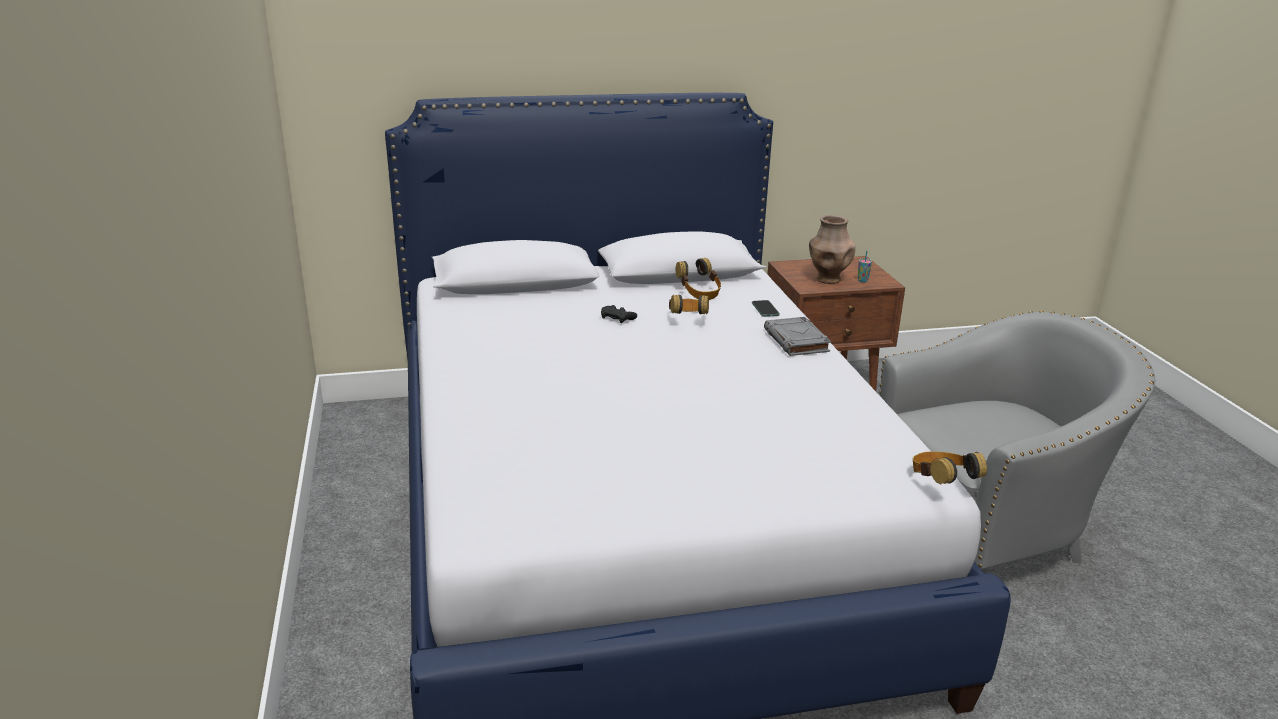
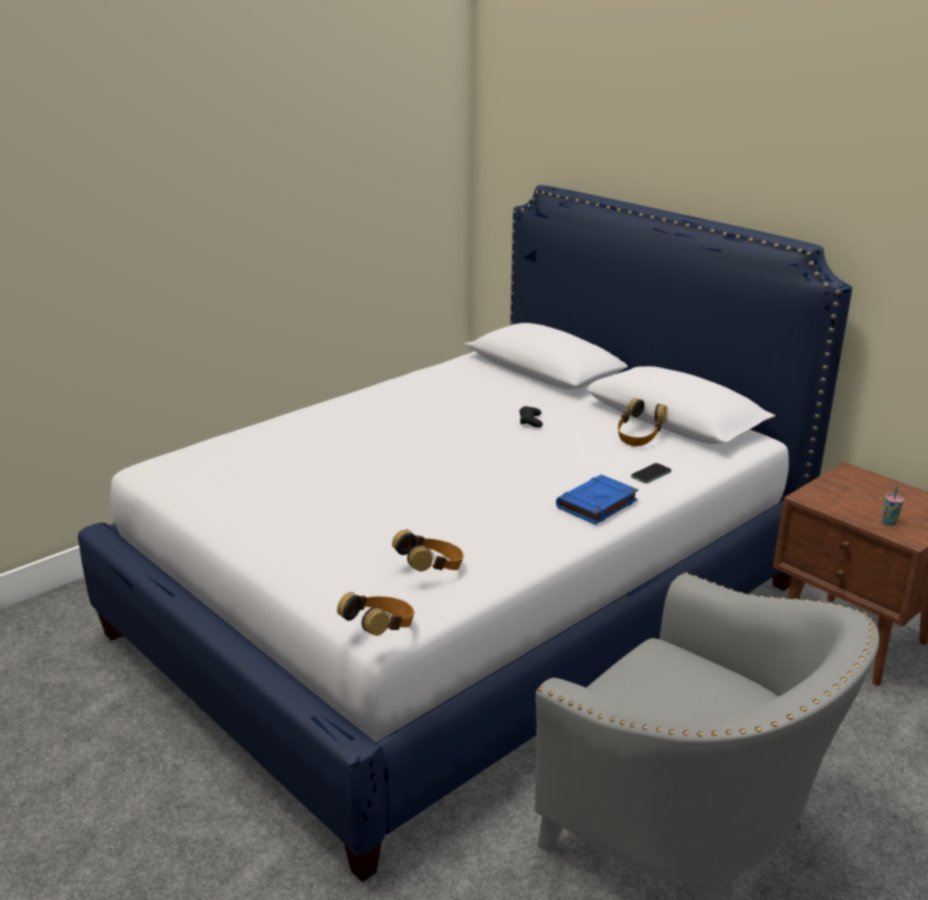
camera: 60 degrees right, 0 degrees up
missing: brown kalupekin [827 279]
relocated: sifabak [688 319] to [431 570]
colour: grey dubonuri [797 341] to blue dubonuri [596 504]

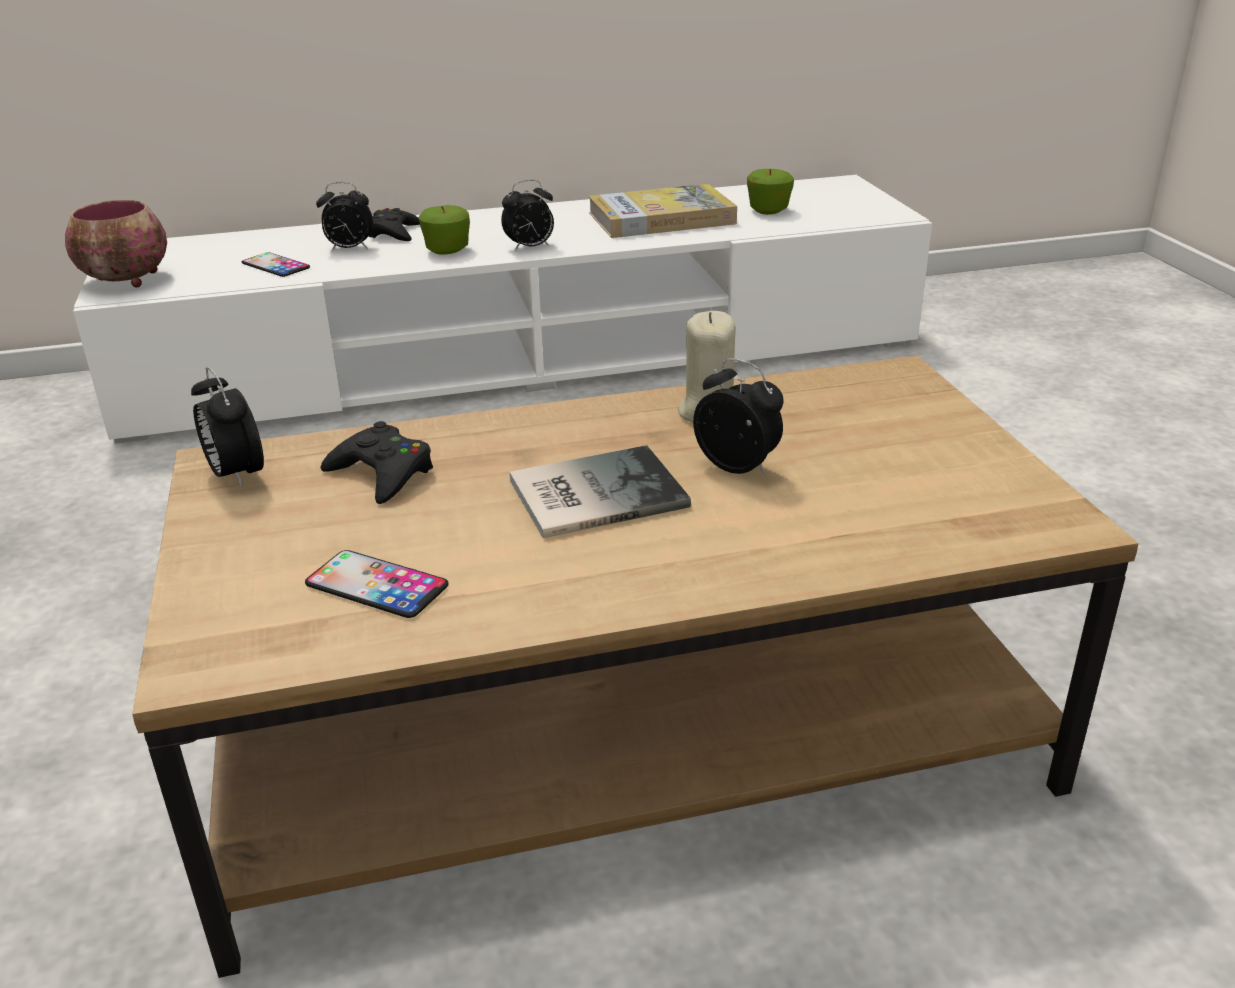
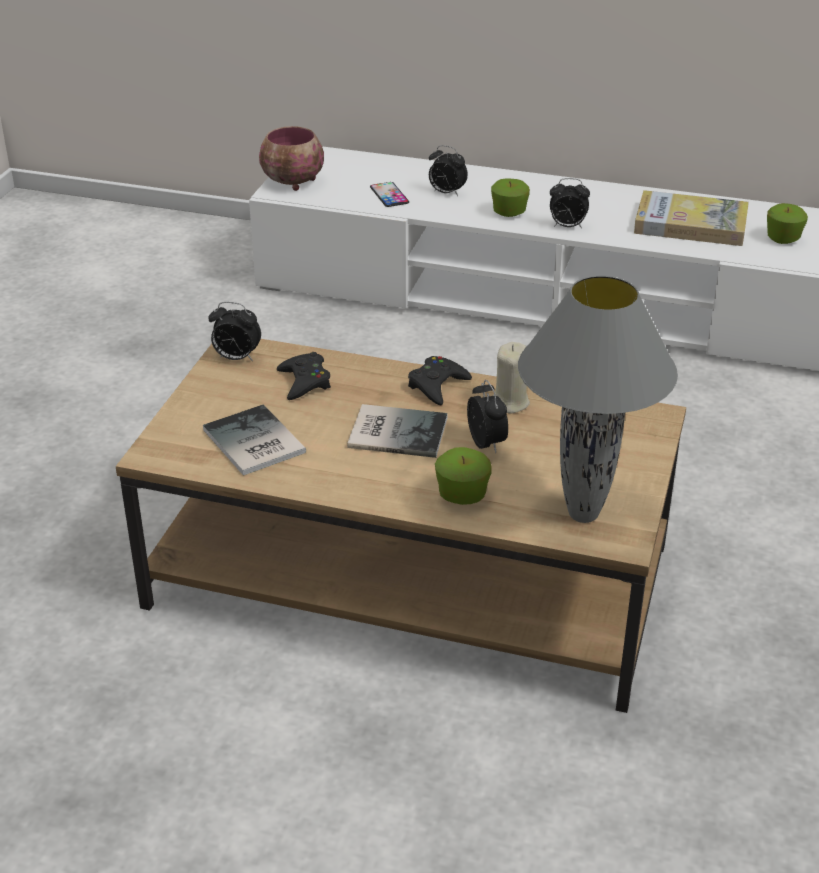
camera: 30 degrees right, 5 degrees up
appeared: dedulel [462 496]; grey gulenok [581 514]
relocated: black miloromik [394 232] to [437 385]
exchanged: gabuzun [377 585] to dubonuri [252 443]
spun: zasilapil [236 475] = [236 358] 75 degrees counterclockwise

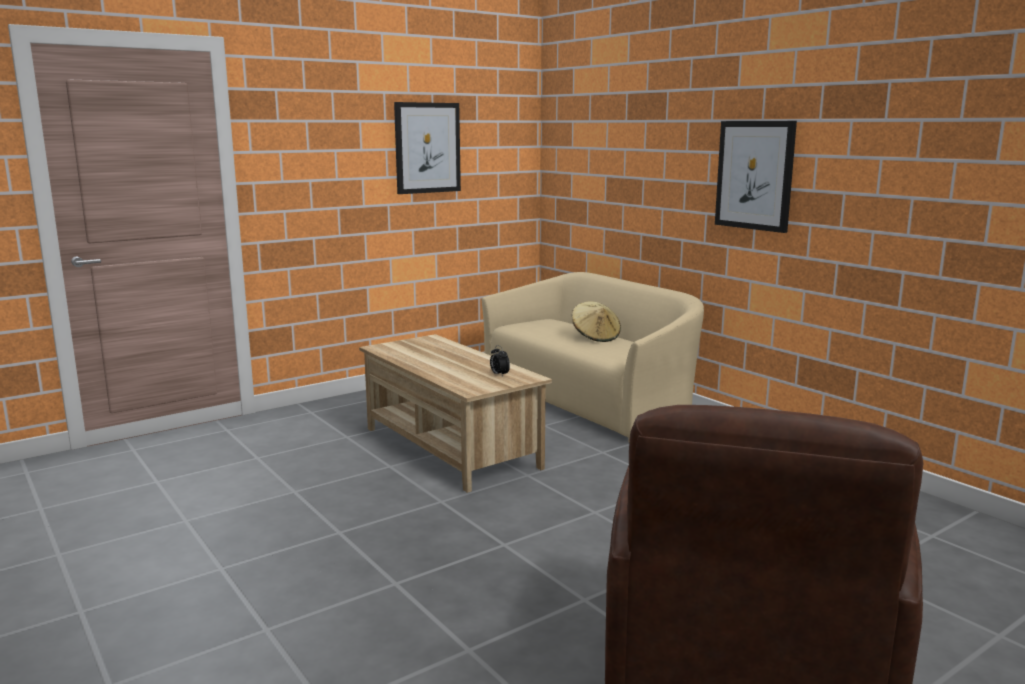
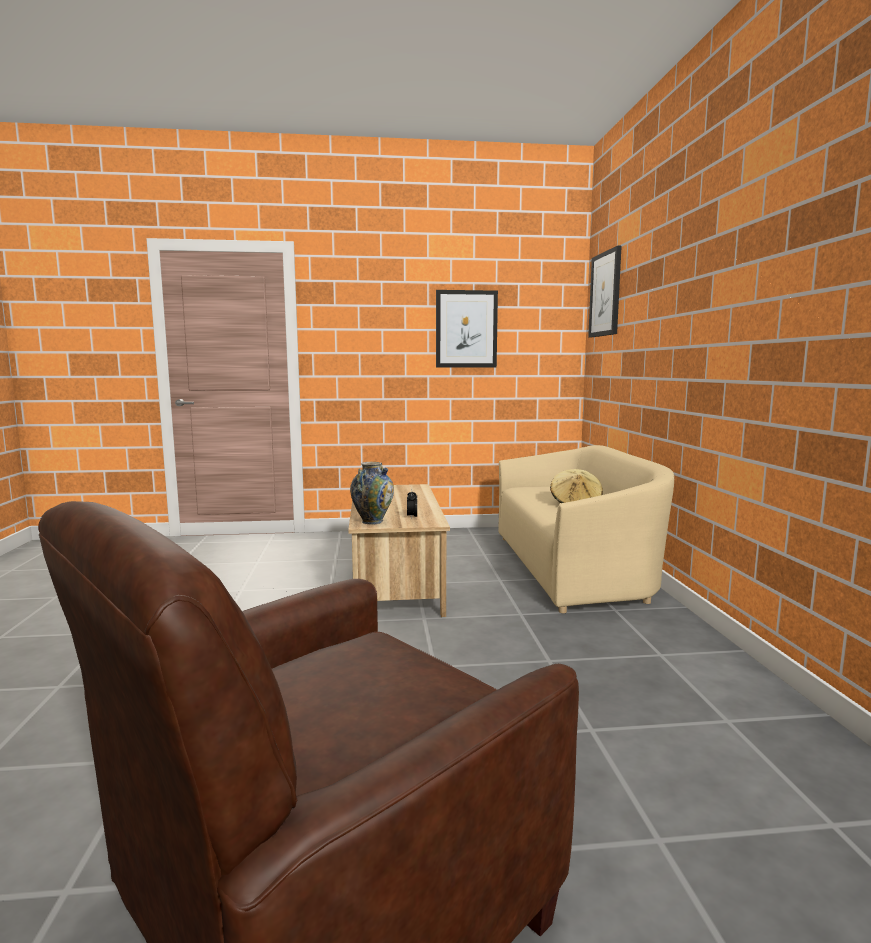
camera: 30 degrees right, 5 degrees down
appeared: kalupekin [372 521]
relocated: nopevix [755 175] to [605 294]

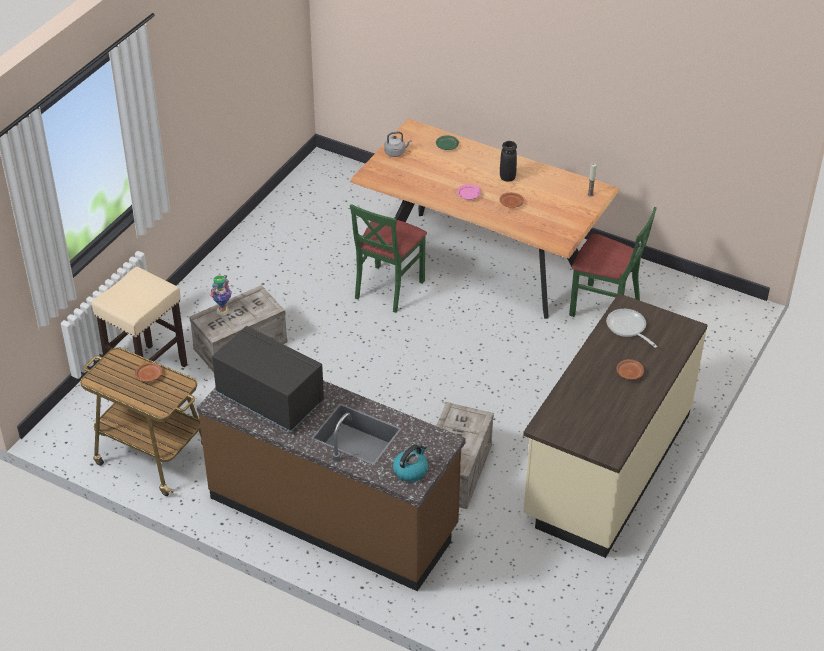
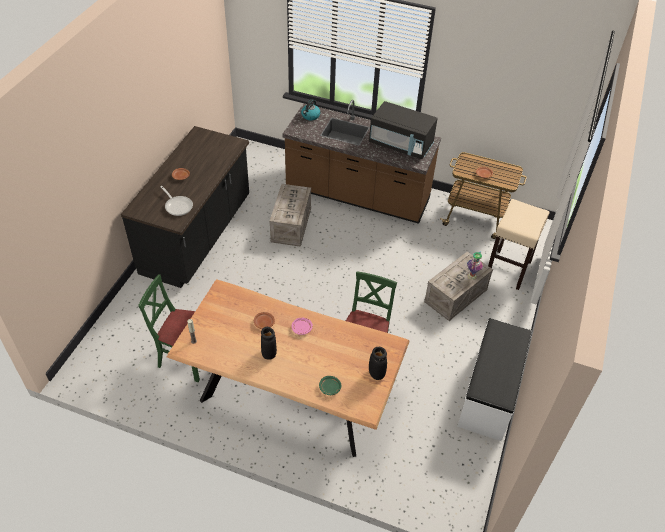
camera: 170 degrees right, 5 degrees up
appeared: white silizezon [490 393]
exchanged: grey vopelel [396 152] to black kalupekin [376 373]
colour: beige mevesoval [606 466] to black mevesoval [197 235]

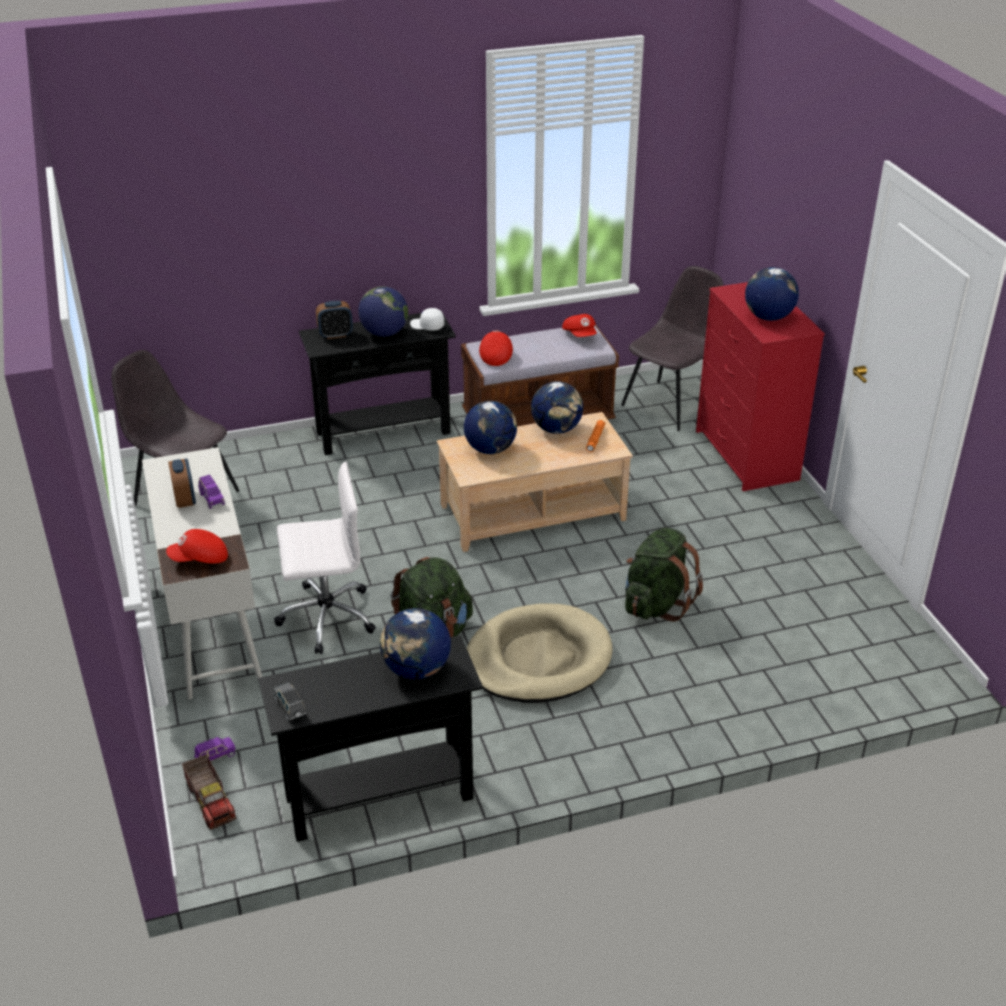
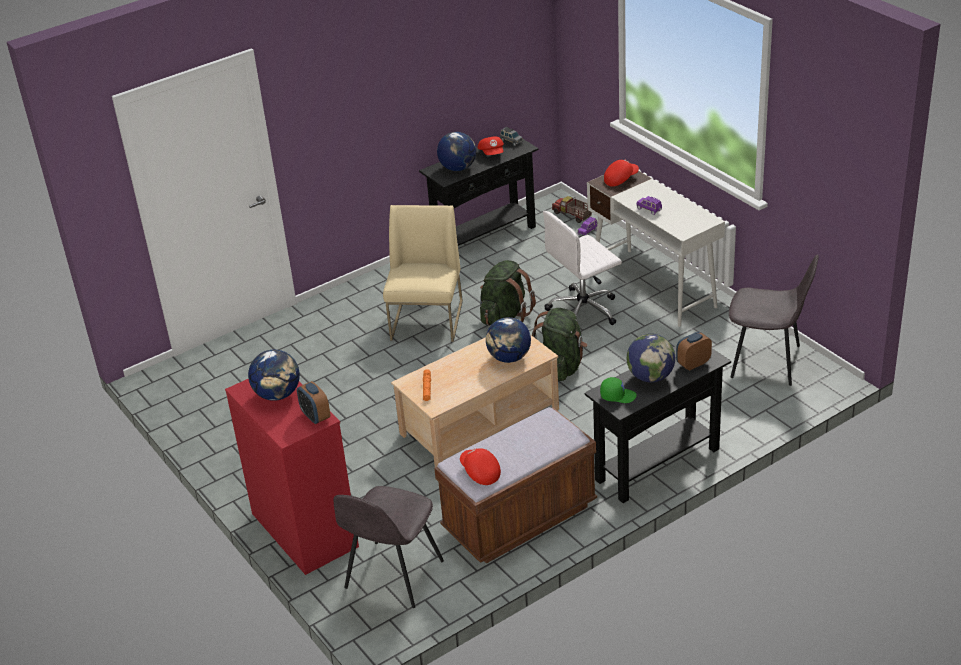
camera: 165 degrees right, 0 degrees up
missing: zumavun [556 429]
relocated: zasilapil [185 500] to [315 416]; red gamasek [495 355] to [492 153]; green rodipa [656 604] to [561 367]
exchanged: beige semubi [538 659] to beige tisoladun [427 321]
colour: white gamasek [427 326] to green gamasek [618 395]

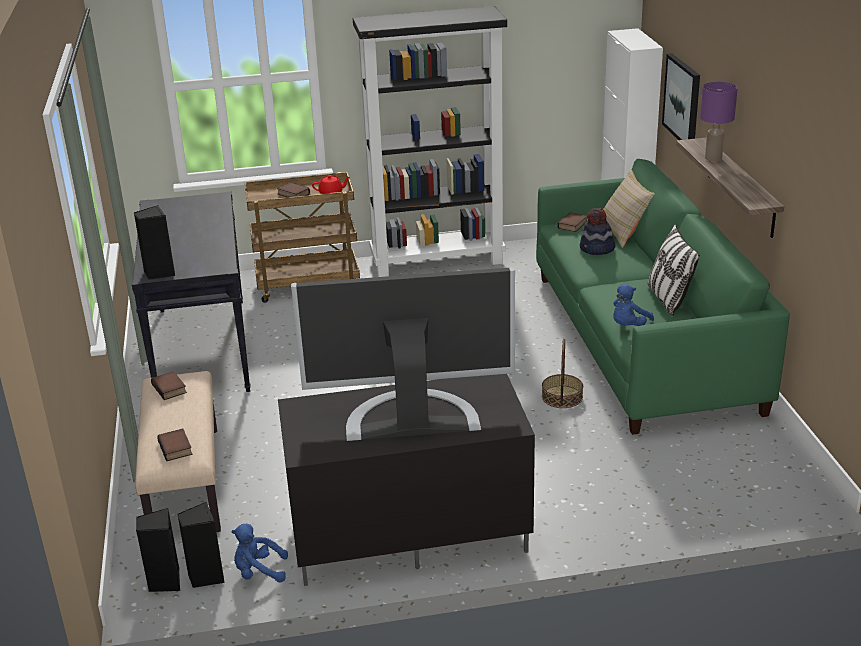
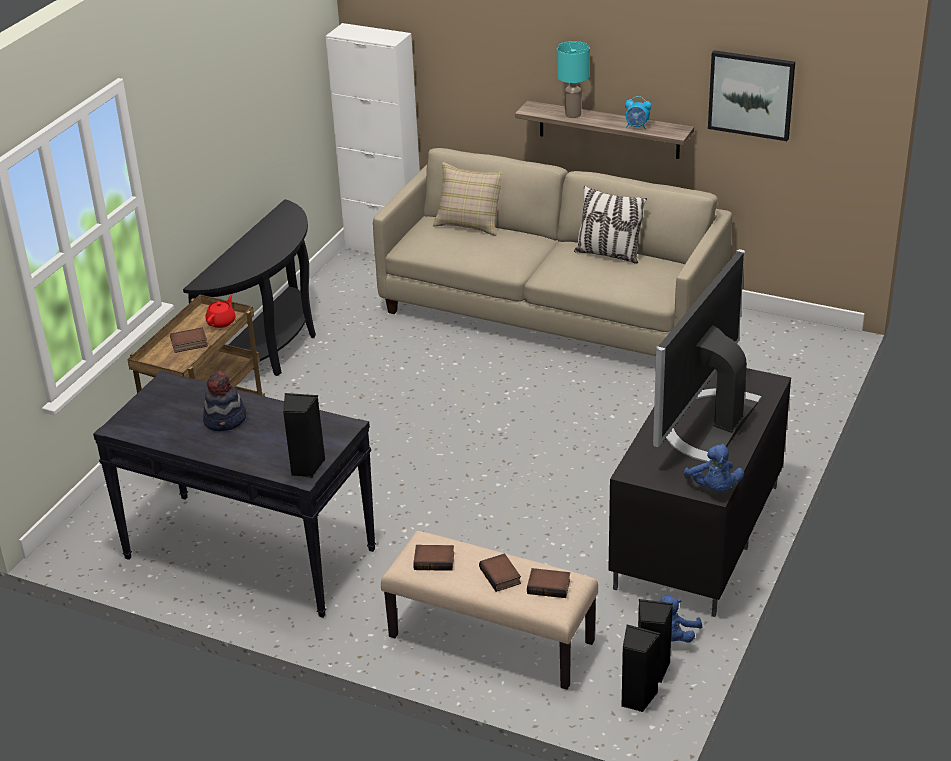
camera: 55 degrees left, 5 degrees up
missing: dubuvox [562 397]
appeared: zasilapil [637 127]
relocated: dubonuri [573 225] to [501 576]; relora [597 249] to [225 420]; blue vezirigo [628 326] to [714 488]; nopevix [683 100] to [751 94]
exchanged: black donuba [438 261] to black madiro [272 350]
colour: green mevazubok [643 341] to beige mevazubok [552 310]; purple gulenok [713 158] to turquoise gulenok [573 114]

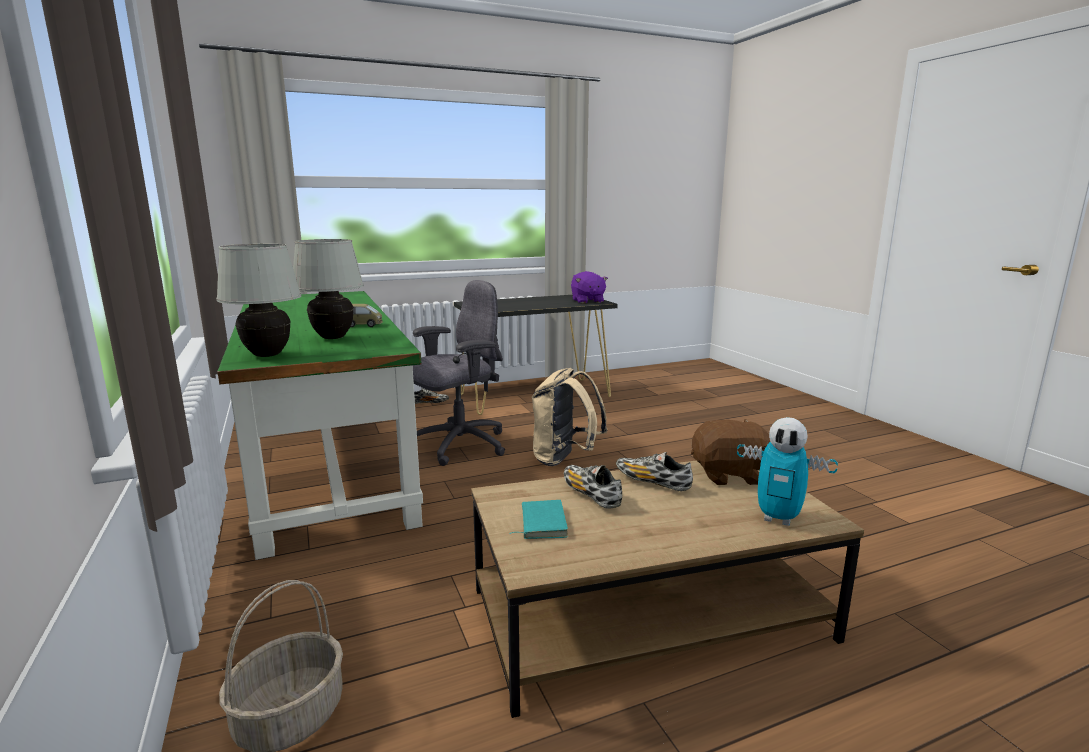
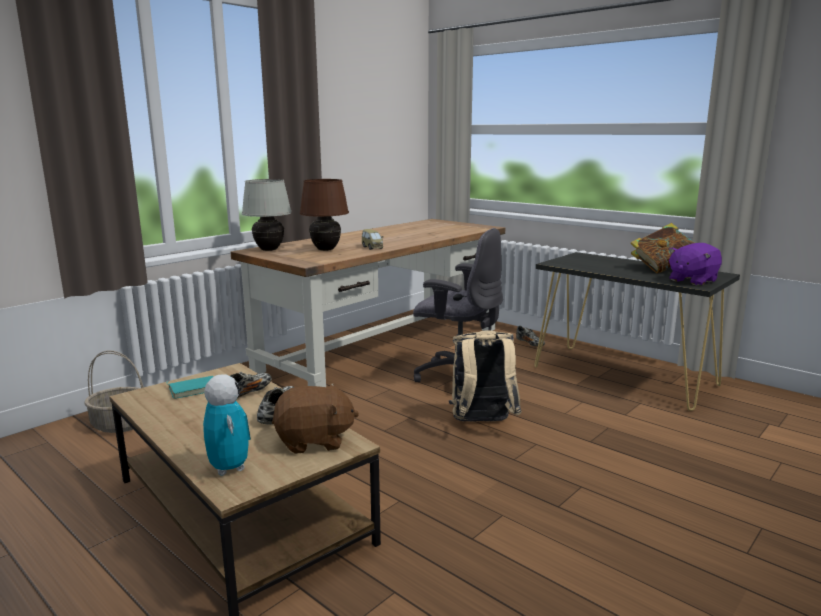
camera: 65 degrees right, 0 degrees up
appeared: dubonuri [662 269]
colour: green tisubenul [327 461] to brown tisubenul [384 348]; white gulenok [333 338] to brown gulenok [326 250]
spun: brown vezirigo [730 475] = [314 441] 75 degrees counterclockwise; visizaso [778 518] = [229 468] 150 degrees clockwise

